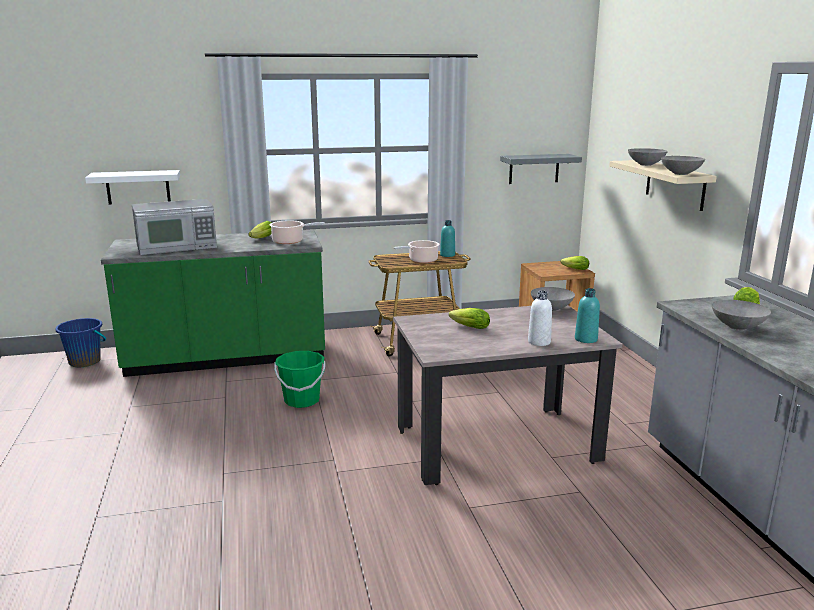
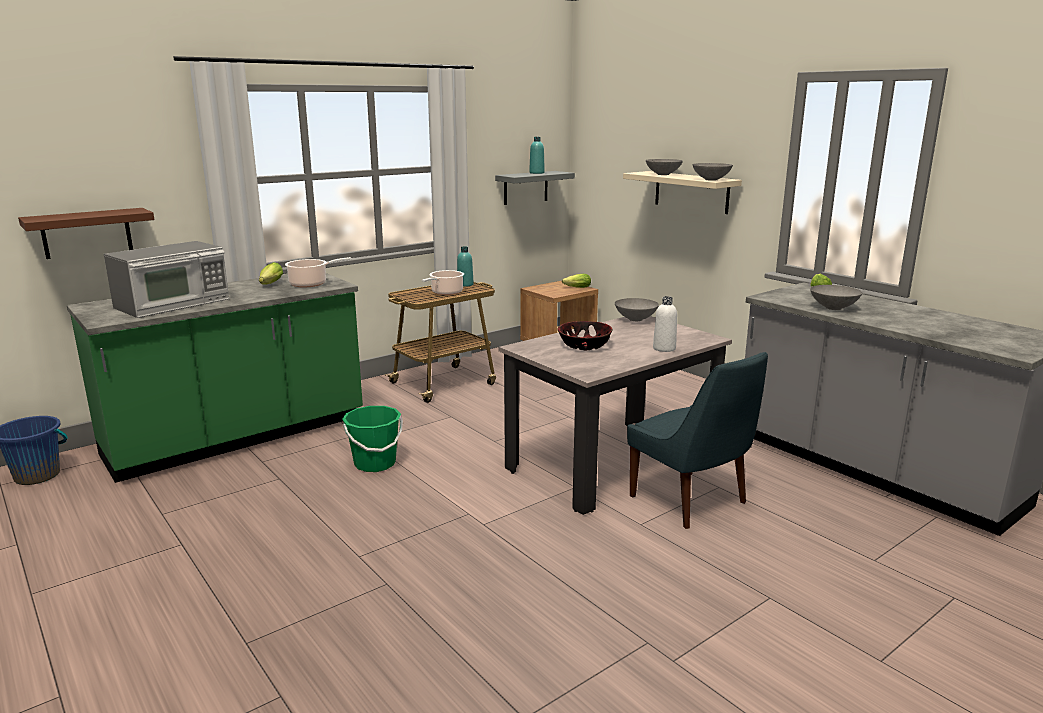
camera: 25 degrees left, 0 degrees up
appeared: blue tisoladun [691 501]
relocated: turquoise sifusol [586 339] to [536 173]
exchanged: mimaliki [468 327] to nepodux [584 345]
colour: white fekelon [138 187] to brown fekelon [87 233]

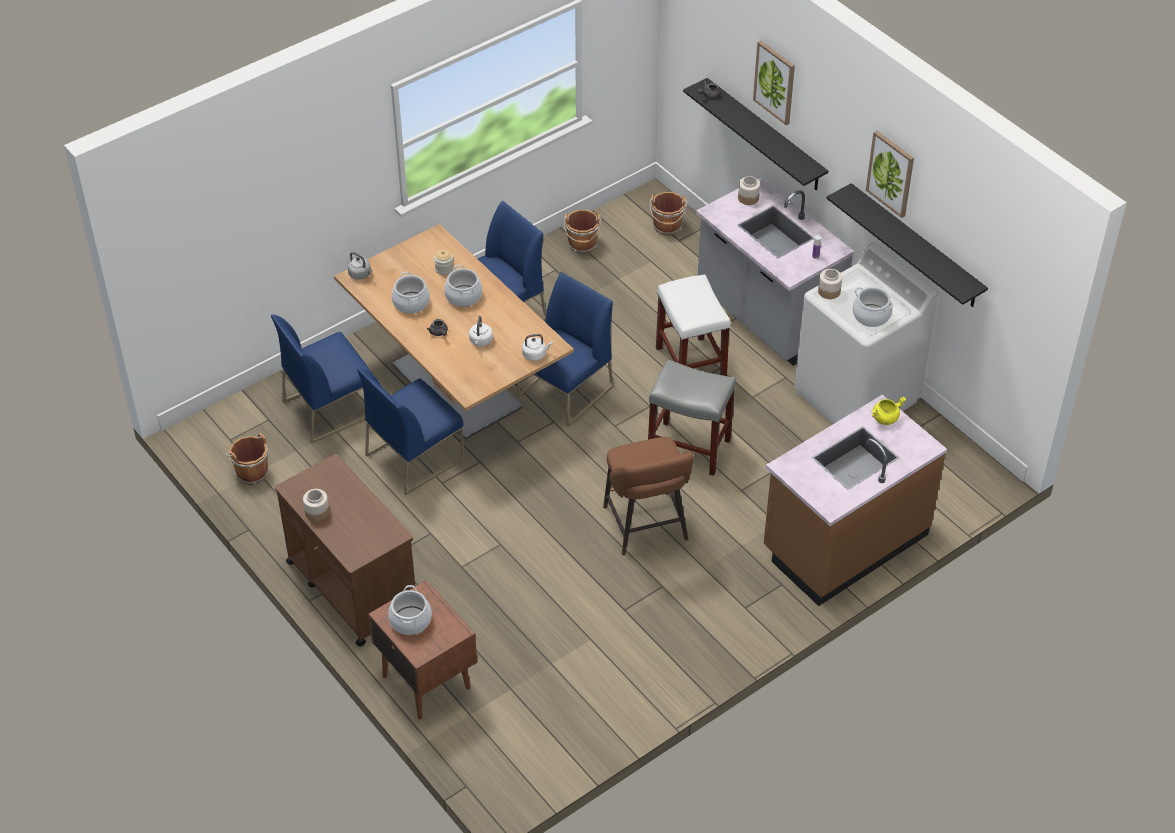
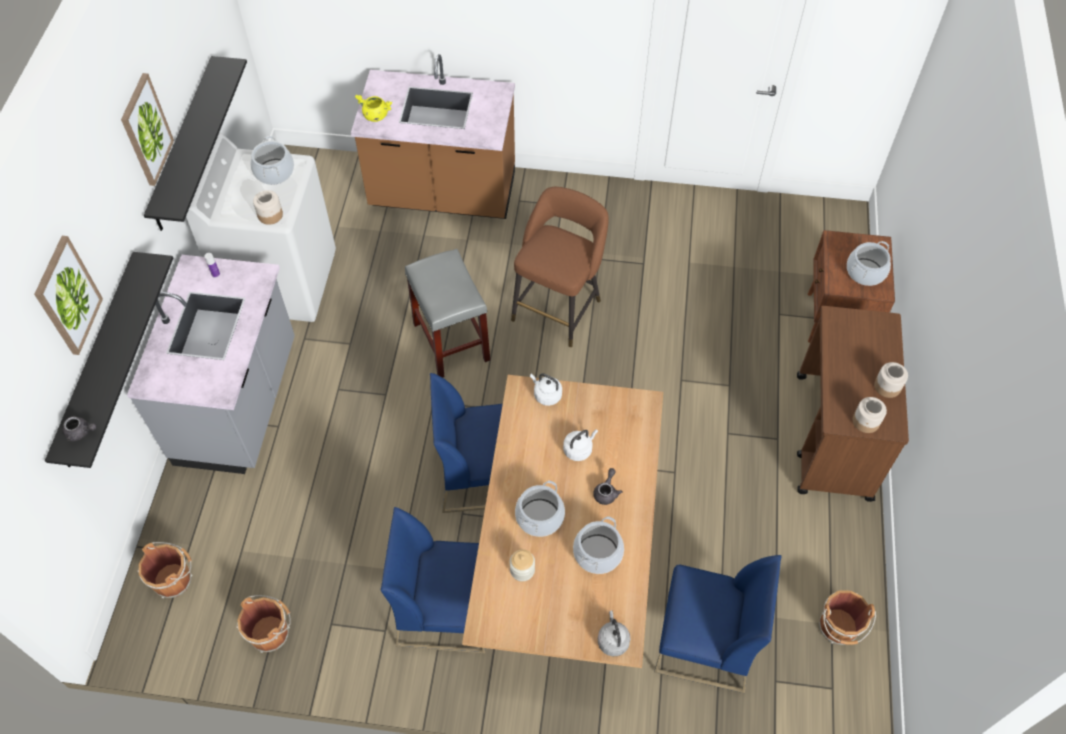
camera: 135 degrees left, 10 degrees up
missing: blue tisoladun [415 456]; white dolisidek [691 365]
relocated: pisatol [748 198] to [866 421]

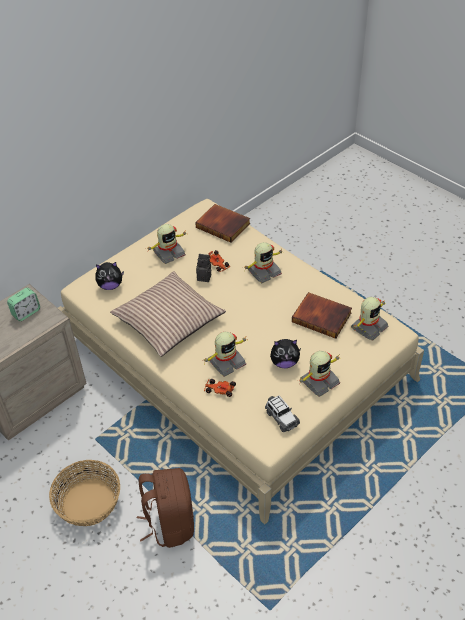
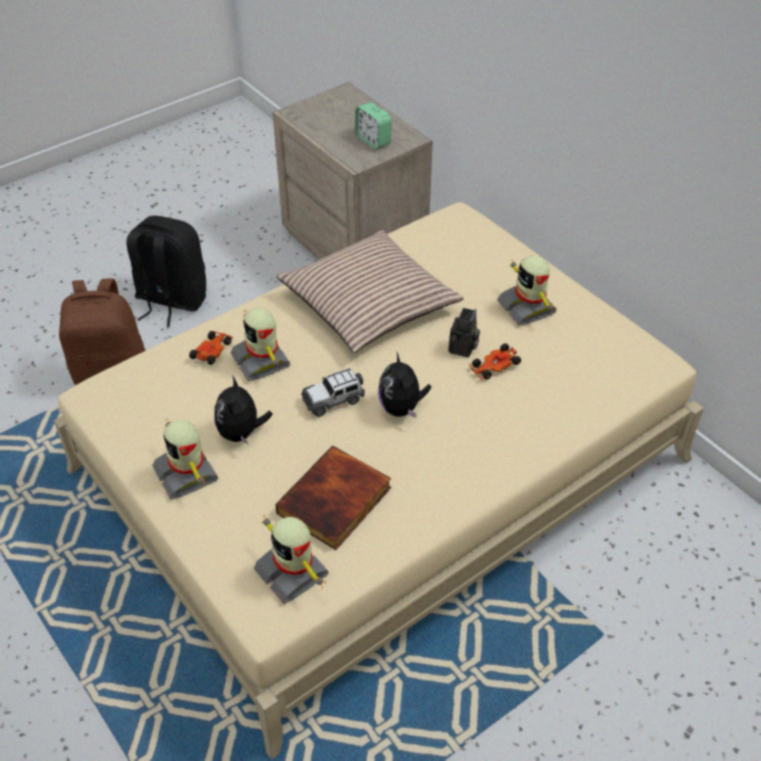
camera: 95 degrees right, 0 degrees up
missing: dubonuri [223 225]; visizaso [264 272]
relocated: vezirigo [110 285] to [401 408]; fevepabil [281 418] to [333 399]
exchanged: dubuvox [89 503] to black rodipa [171 300]

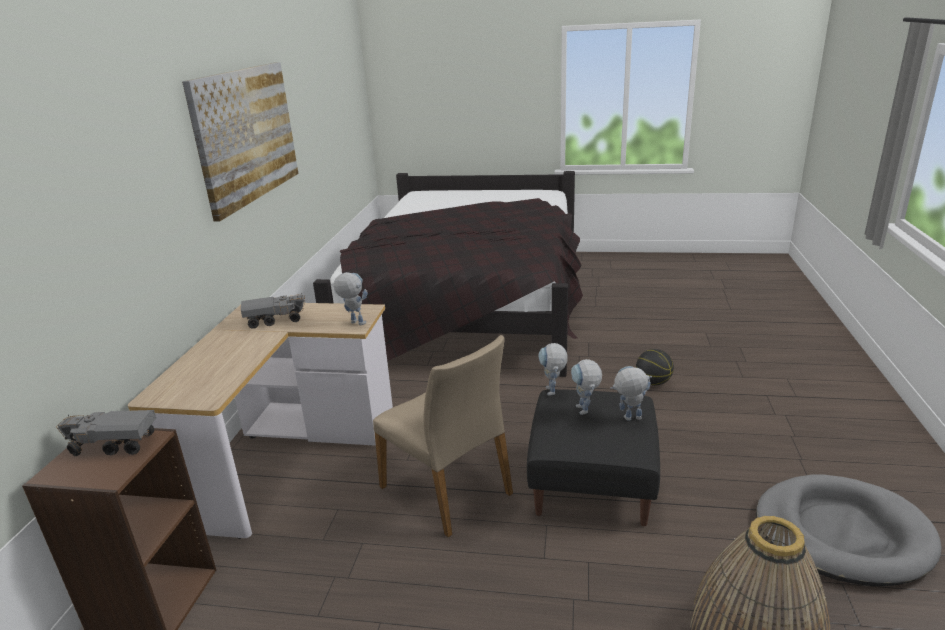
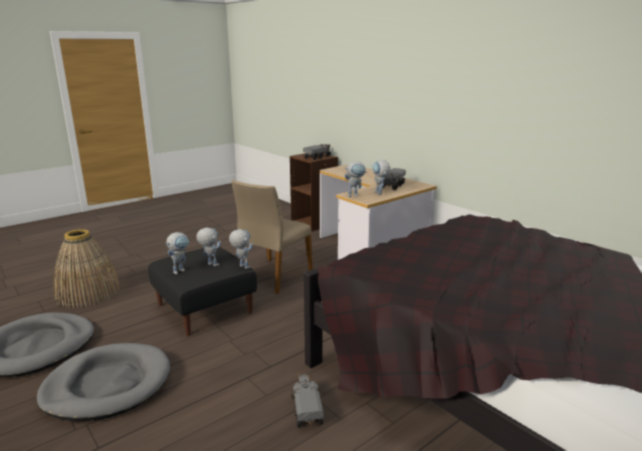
camera: 130 degrees right, 5 degrees down
missing: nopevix [246 135]; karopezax [653 382]
appeared: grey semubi [107 385]; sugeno [306 410]; visizaso [380 194]
spun: beige tisoladun [448 490] = [273 276] 60 degrees counterclockwise

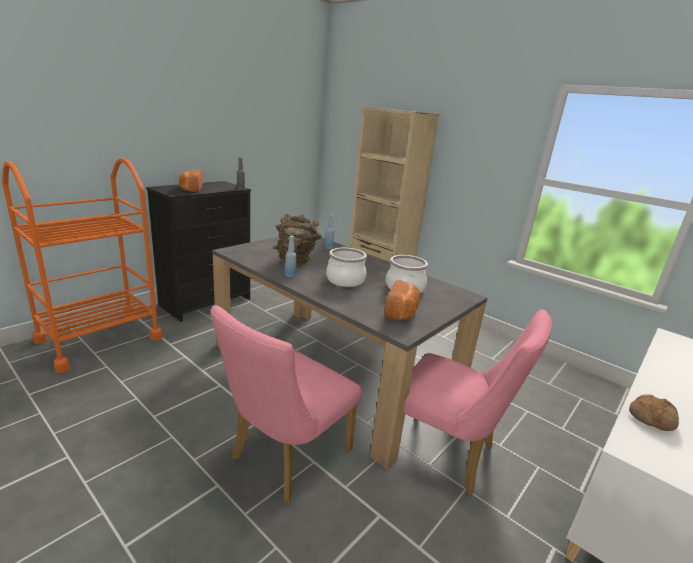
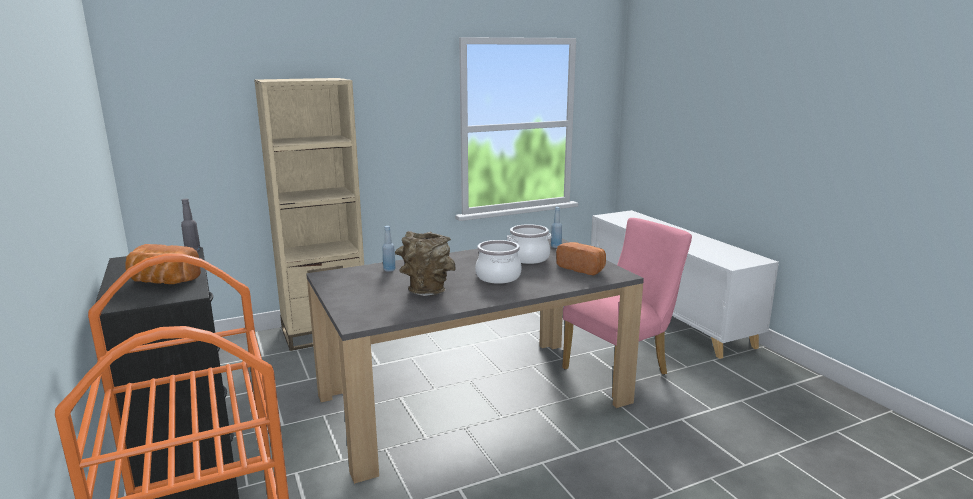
camera: 65 degrees left, 5 degrees down
missing: pink tisoladun [285 458]; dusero [652 418]
relocated: blue sifusol [290 275] to [556 246]

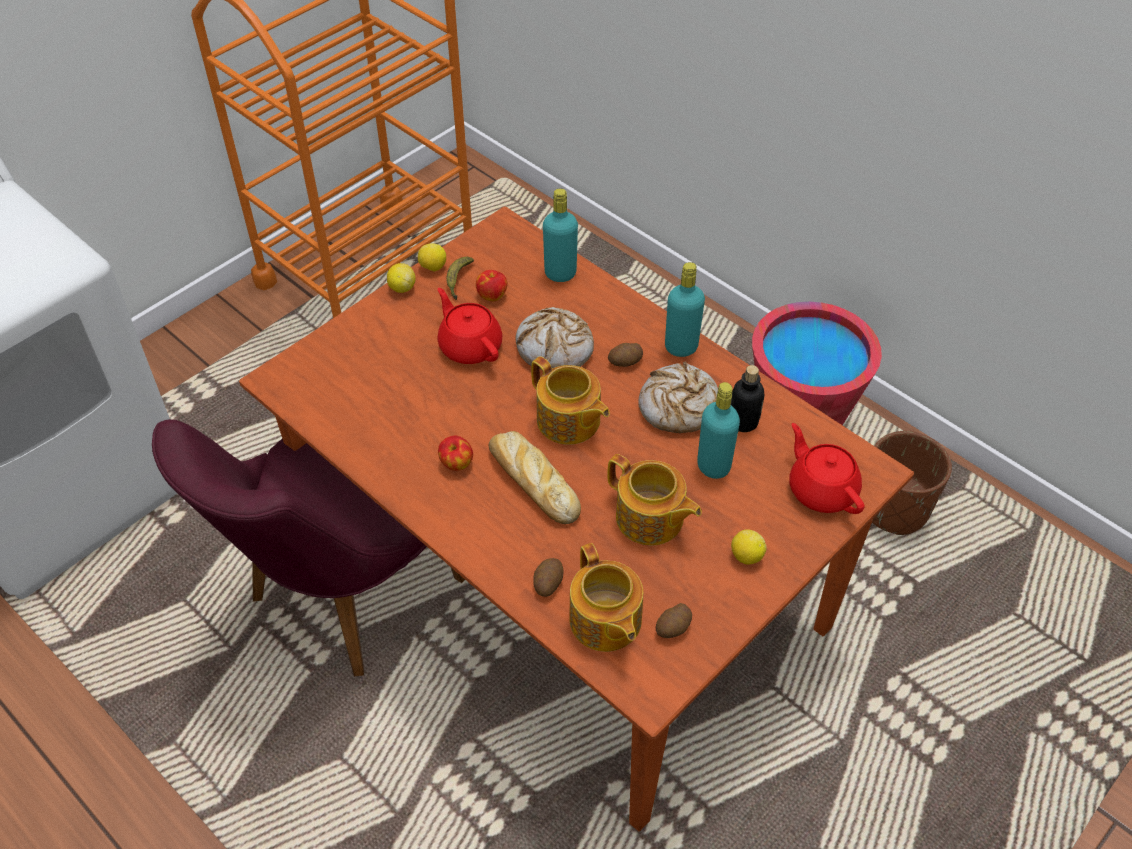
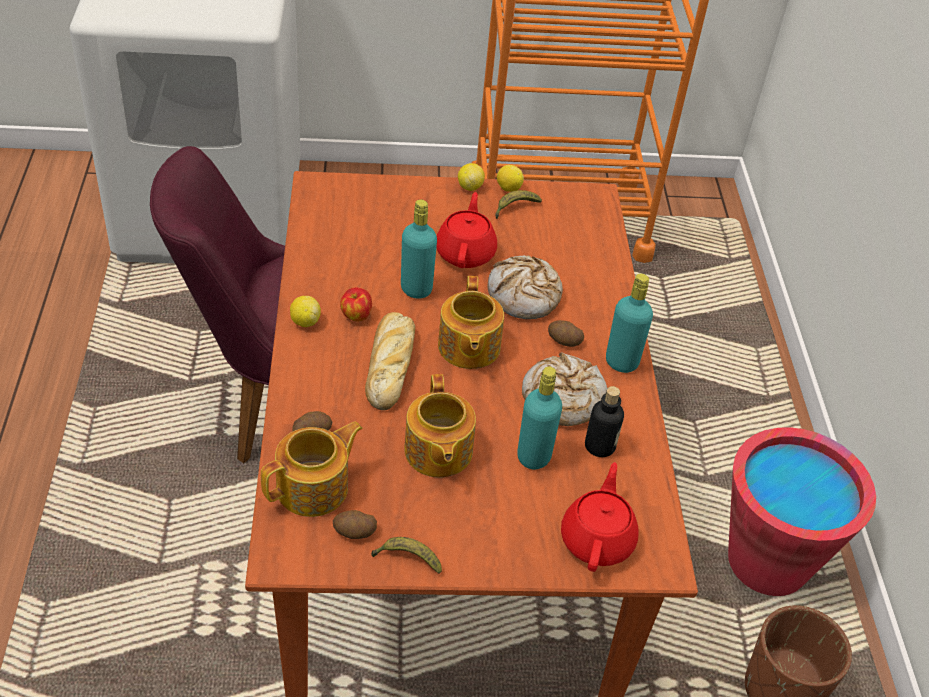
camera: 40 degrees right, 5 degrees down
missing: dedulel [492 295]
appeared: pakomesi [407 559]
relocated: turquoise sifusol [560 273] to [416 289]; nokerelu [746 556] to [305 322]
spun: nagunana [605 622] = [314 488] 150 degrees counterclockwise

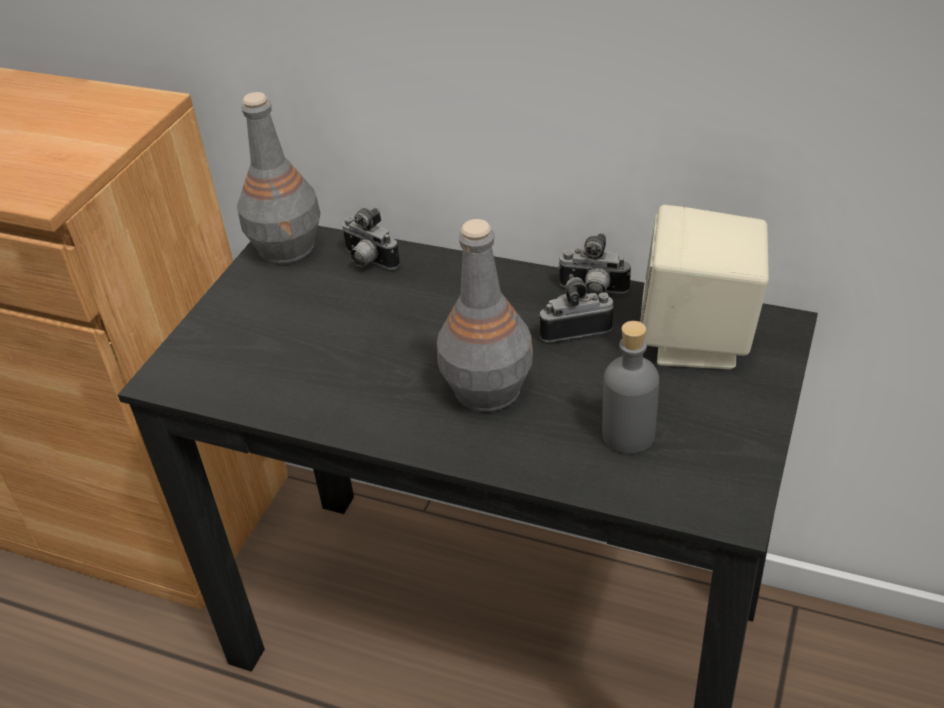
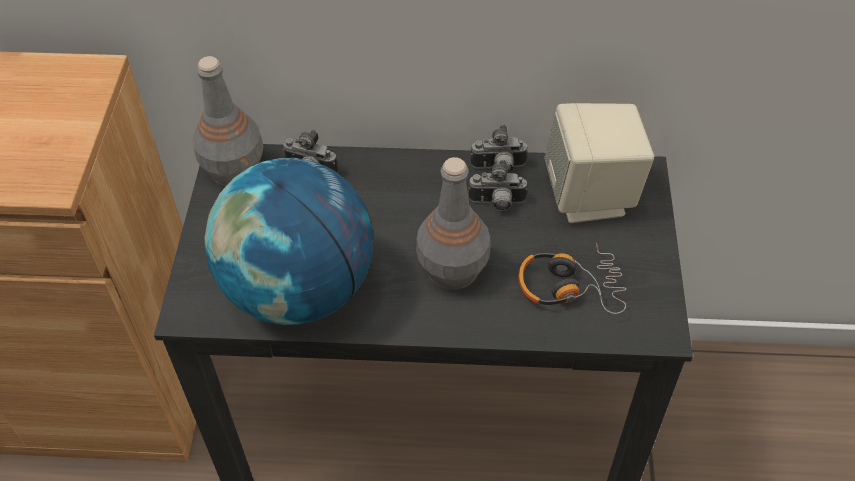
camera: 20 degrees left, 10 degrees up
appeared: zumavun [299 289]
exchanged: grey sifusol [628 435] to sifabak [569 286]
spun: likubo [574 329] = [497 203] 150 degrees counterclockwise

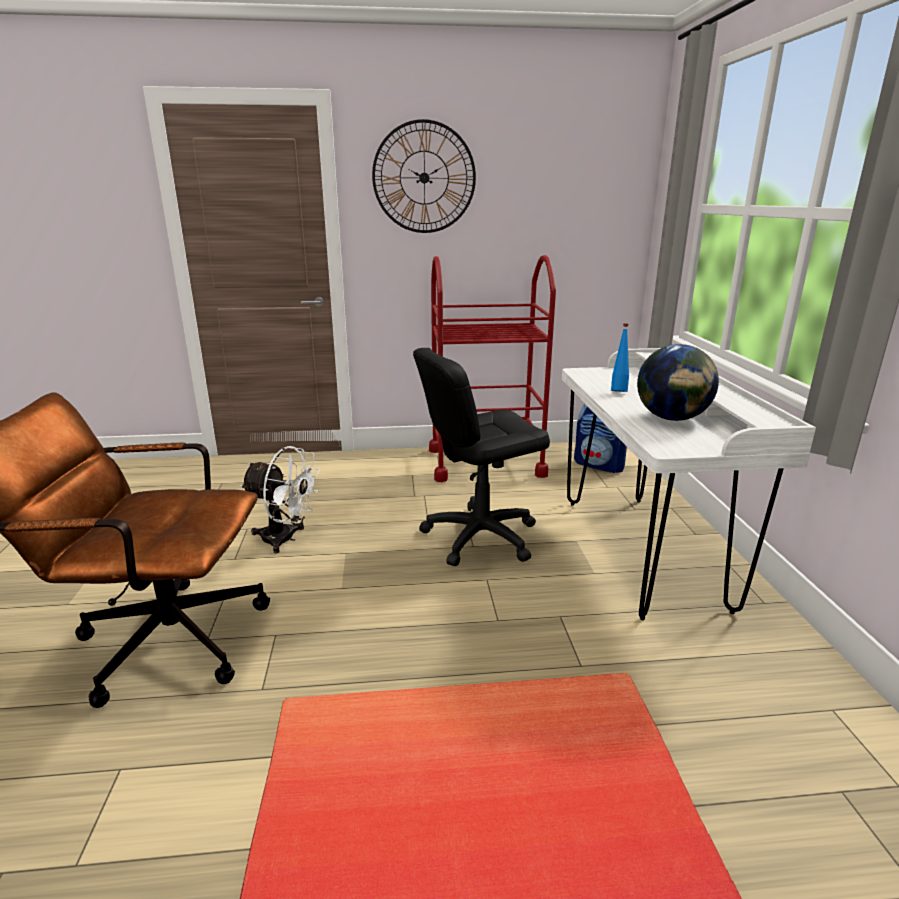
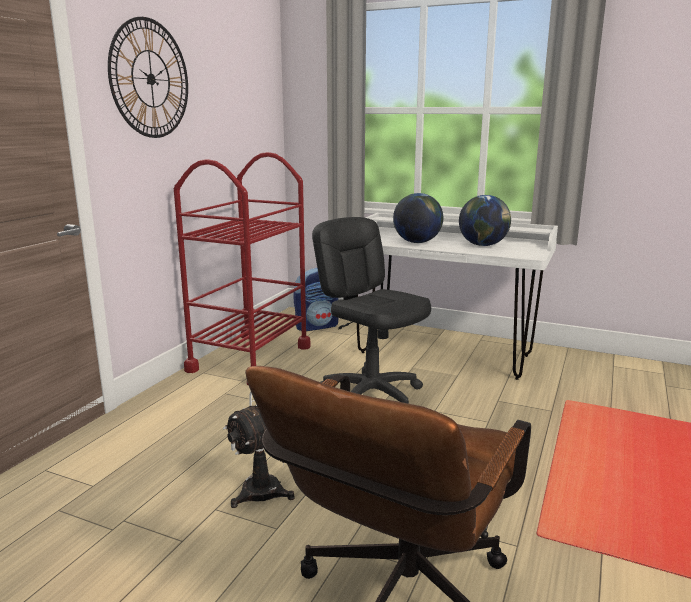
camera: 60 degrees left, 5 degrees down
exchanged: blue sifusol [618 391] to zumavun [417 242]
spun: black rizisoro [480 536] = [371 396] 135 degrees clockwise

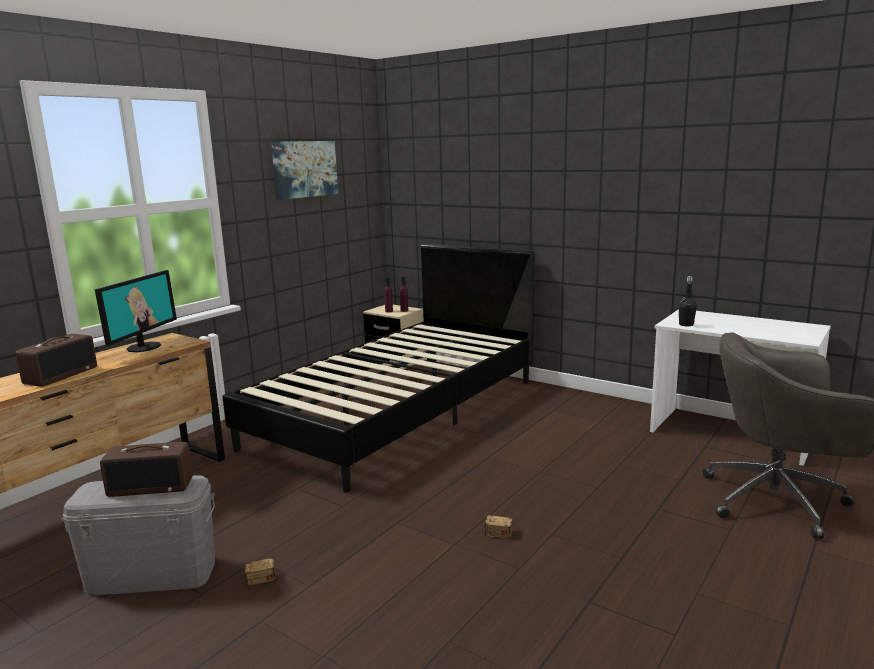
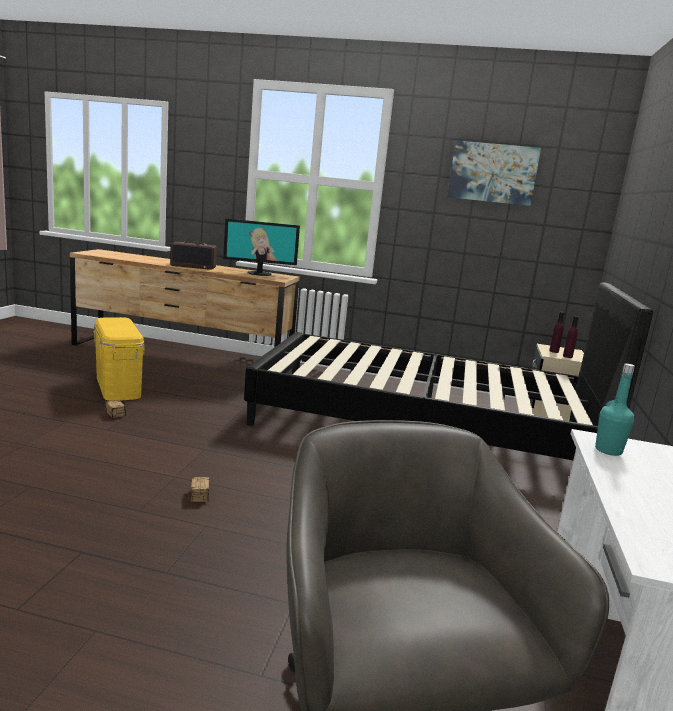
camera: 65 degrees right, 0 degrees up
missing: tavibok [151 486]
colour: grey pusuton [152 575] to yellow pusuton [118 386]; black sifusol [686 324] to turquoise sifusol [608 450]

